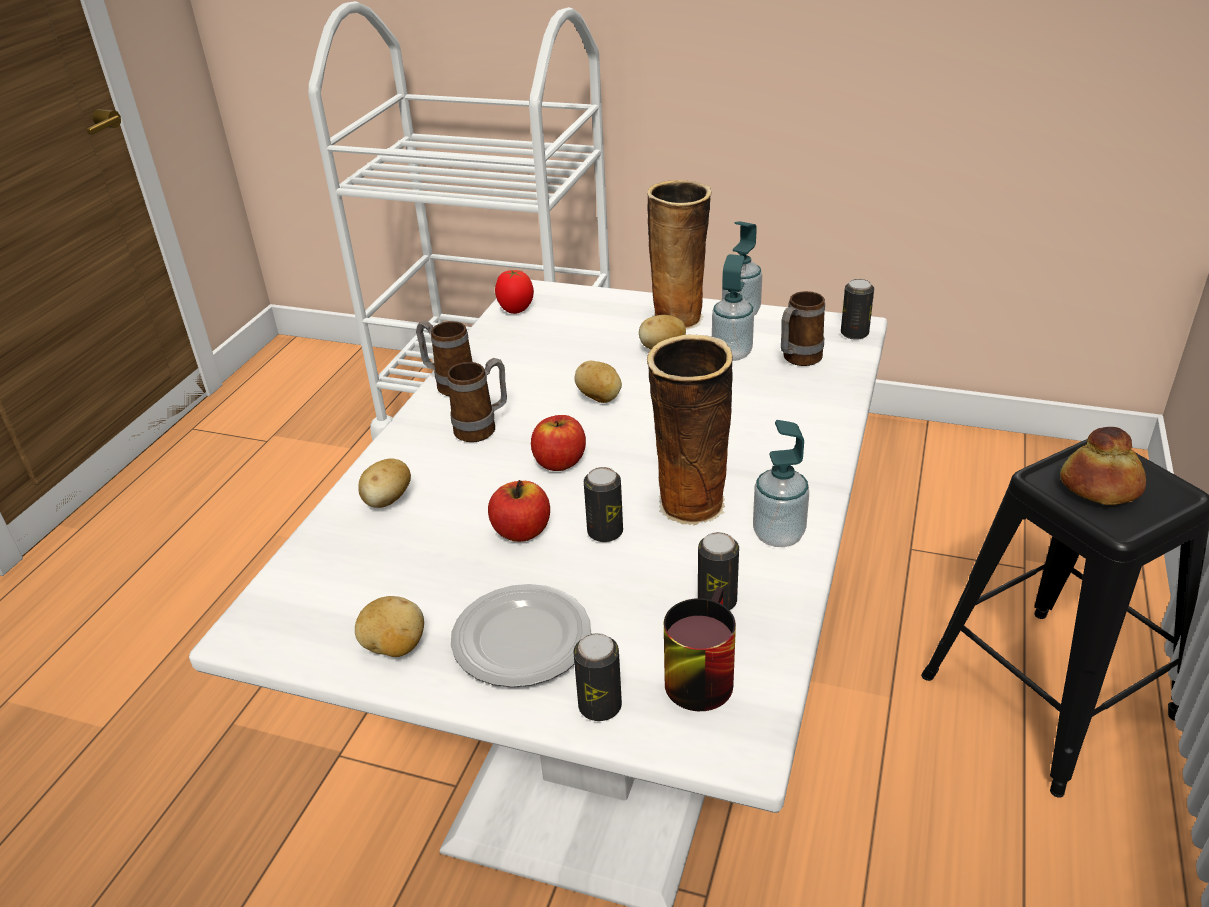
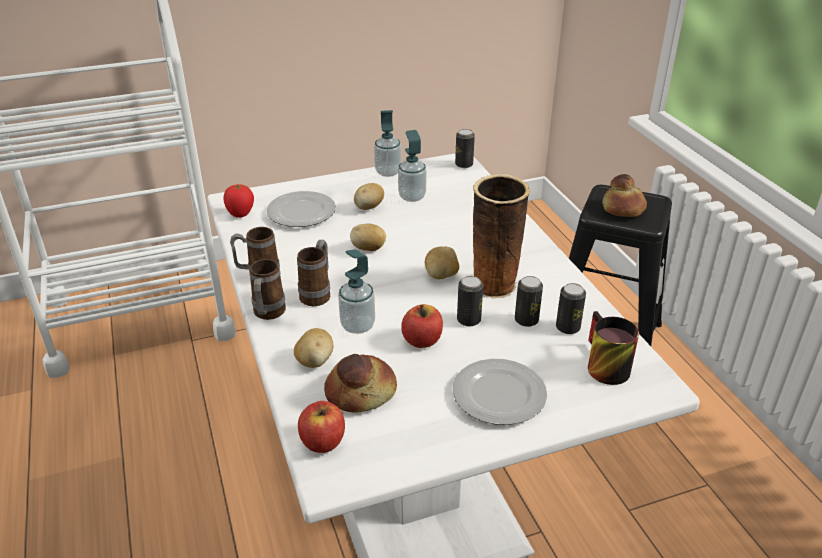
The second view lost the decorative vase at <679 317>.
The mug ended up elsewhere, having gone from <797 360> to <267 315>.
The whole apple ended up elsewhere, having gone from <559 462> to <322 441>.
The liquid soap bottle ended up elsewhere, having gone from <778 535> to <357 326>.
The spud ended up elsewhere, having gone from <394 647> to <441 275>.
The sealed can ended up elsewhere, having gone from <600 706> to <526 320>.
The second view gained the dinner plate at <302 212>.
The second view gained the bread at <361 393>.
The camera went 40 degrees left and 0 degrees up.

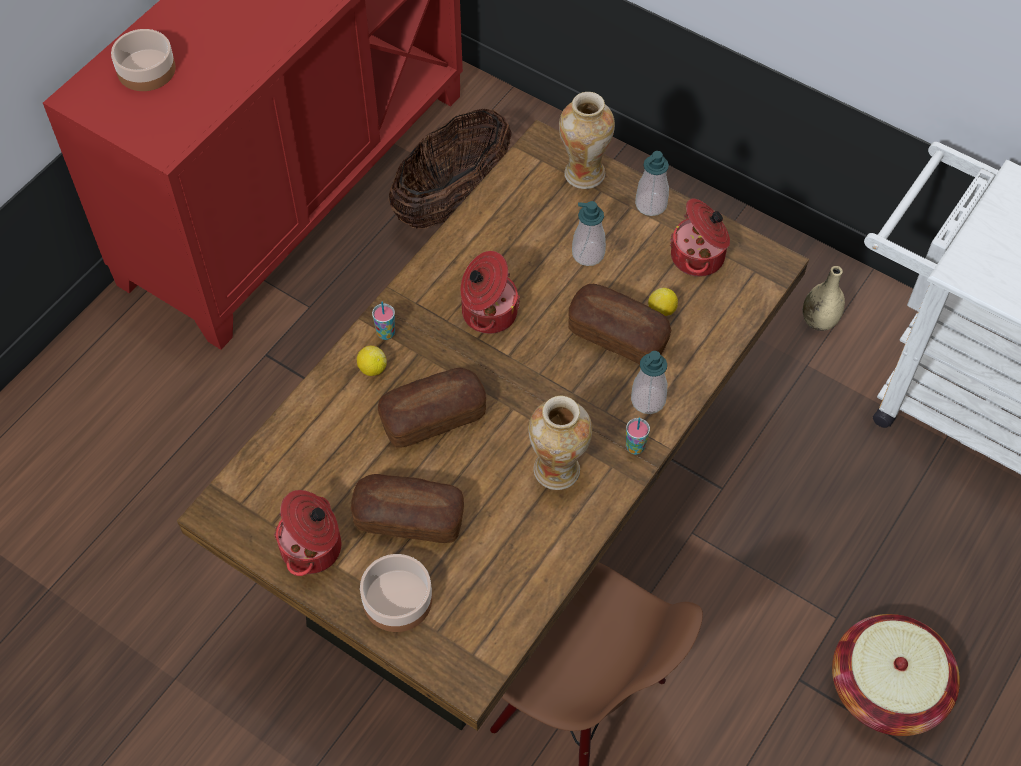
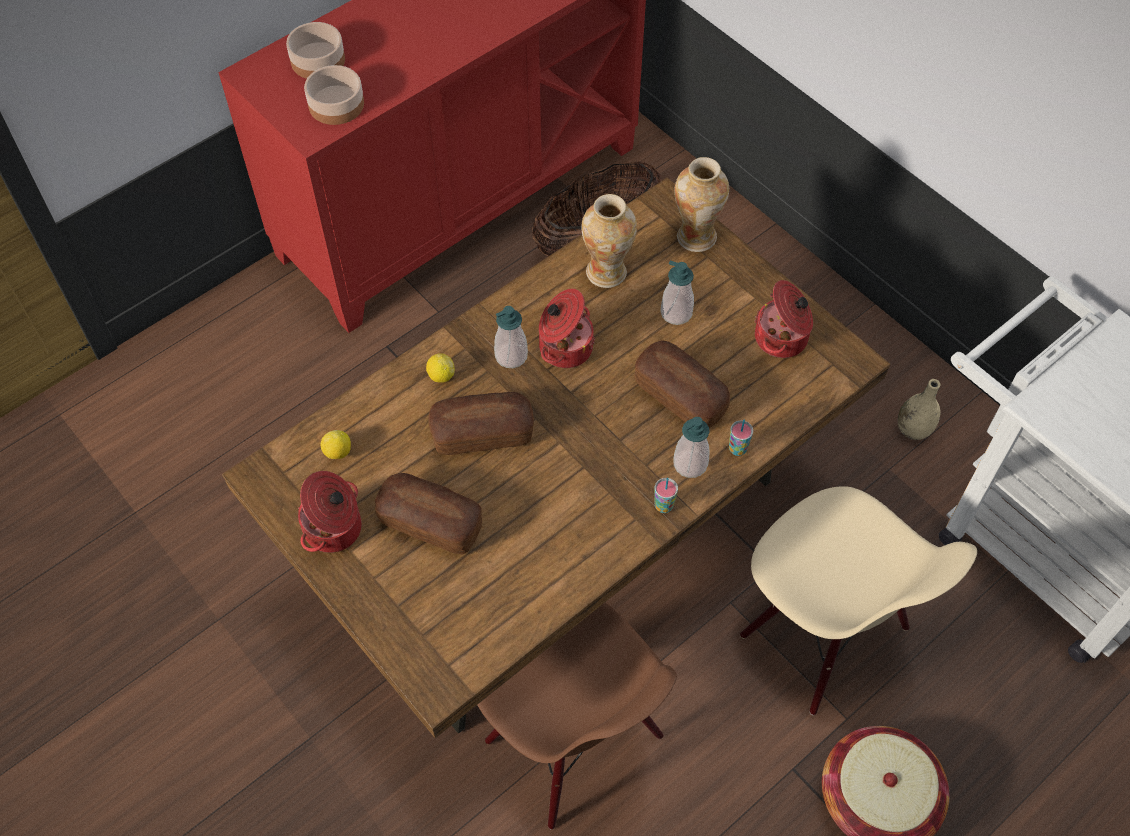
The liquid soap bottle ended up elsewhere, having gone from <651 204> to <511 356>.
The lemon ended up elsewhere, having gone from <661 311> to <338 452>.
The cup ended up elsewhere, having gone from <386 333> to <737 449>.
The decorative vase ended up elsewhere, having gone from <557 470> to <606 273>.
The bowl ended up elsewhere, having gone from <398 599> to <337 104>.
The second view gained the beige plain chair at <822 634>.
The camera went 15 degrees right and 0 degrees up.

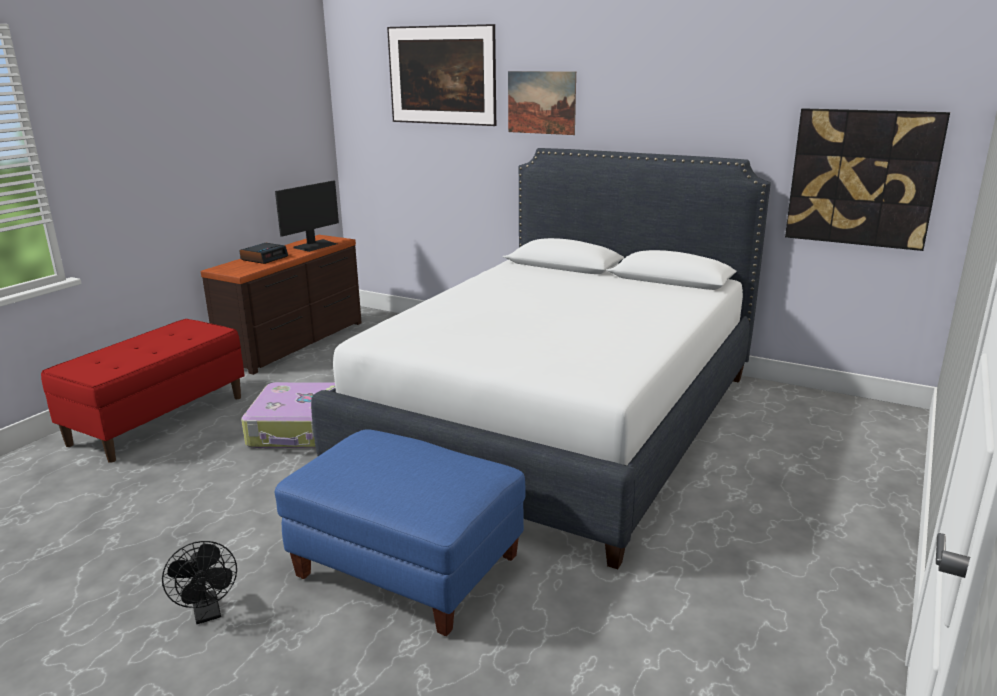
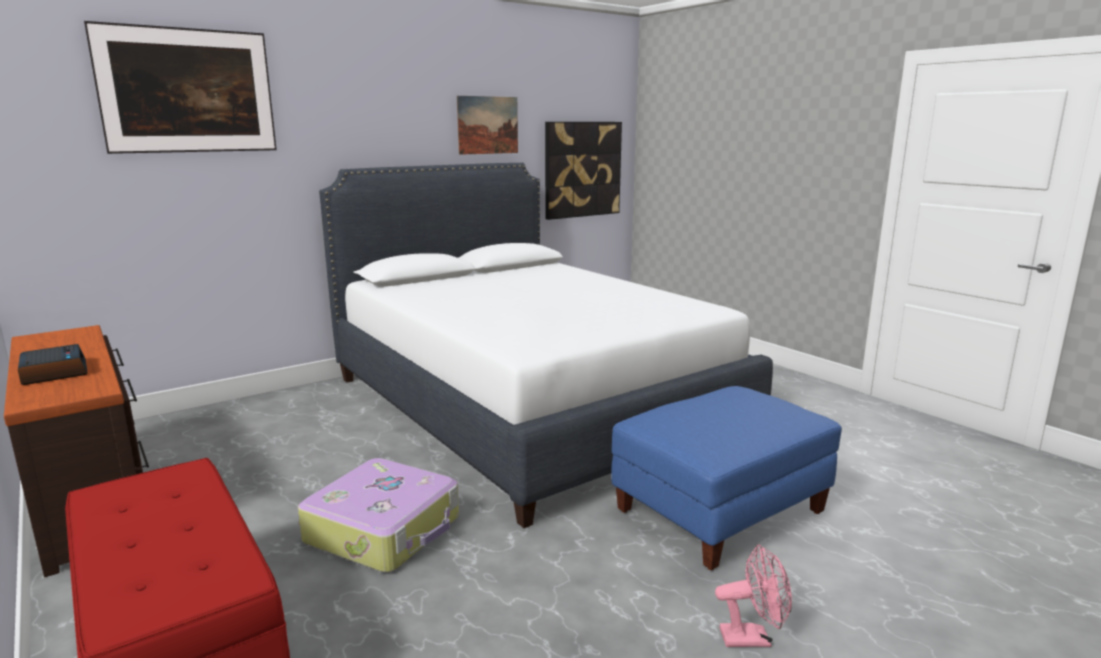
The wall art ended up elsewhere, having gone from <541 102> to <487 125>.
The second view lost the computer display at <315 245>.
What was the black cooling fan at <208 613> turned into the pink cooling fan at <753 638>.
The camera went 65 degrees left and 5 degrees down.

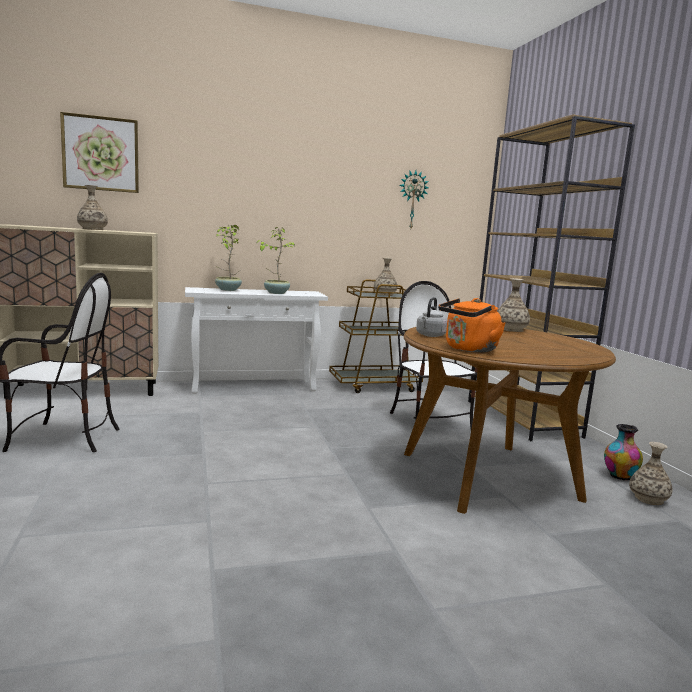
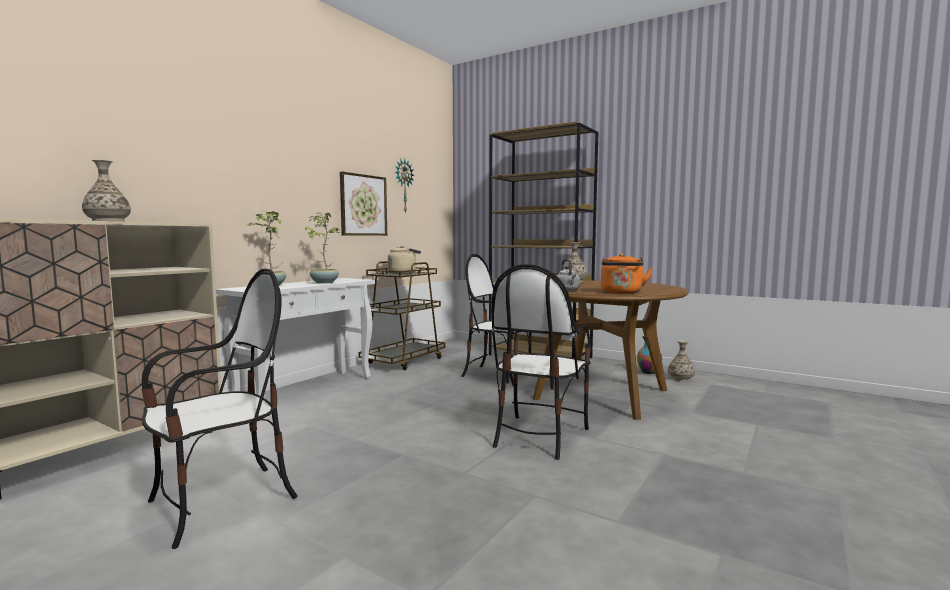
The wall art ended up elsewhere, having gone from <101 154> to <363 205>.
Where the decorative vase stood at <385 294>, the beige tea kettle came to stand at <404 273>.
The second view gained the plain chair at <538 436>.
The camera went 40 degrees left and 5 degrees down.

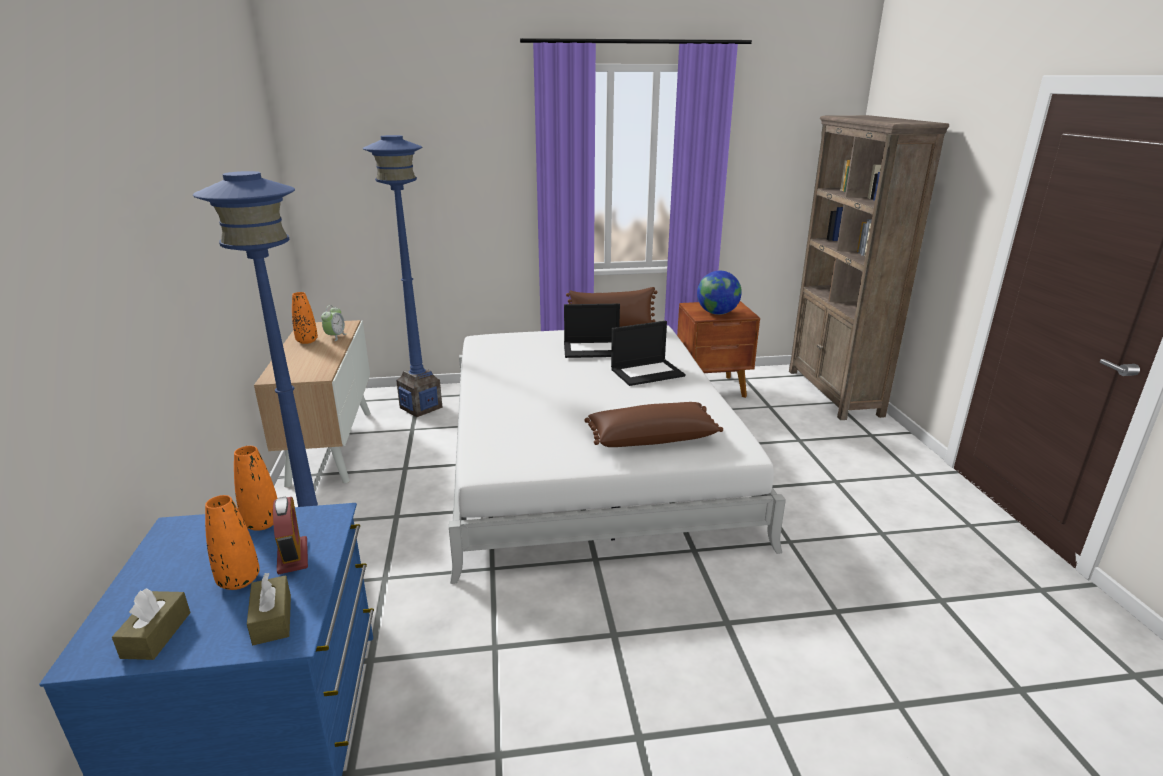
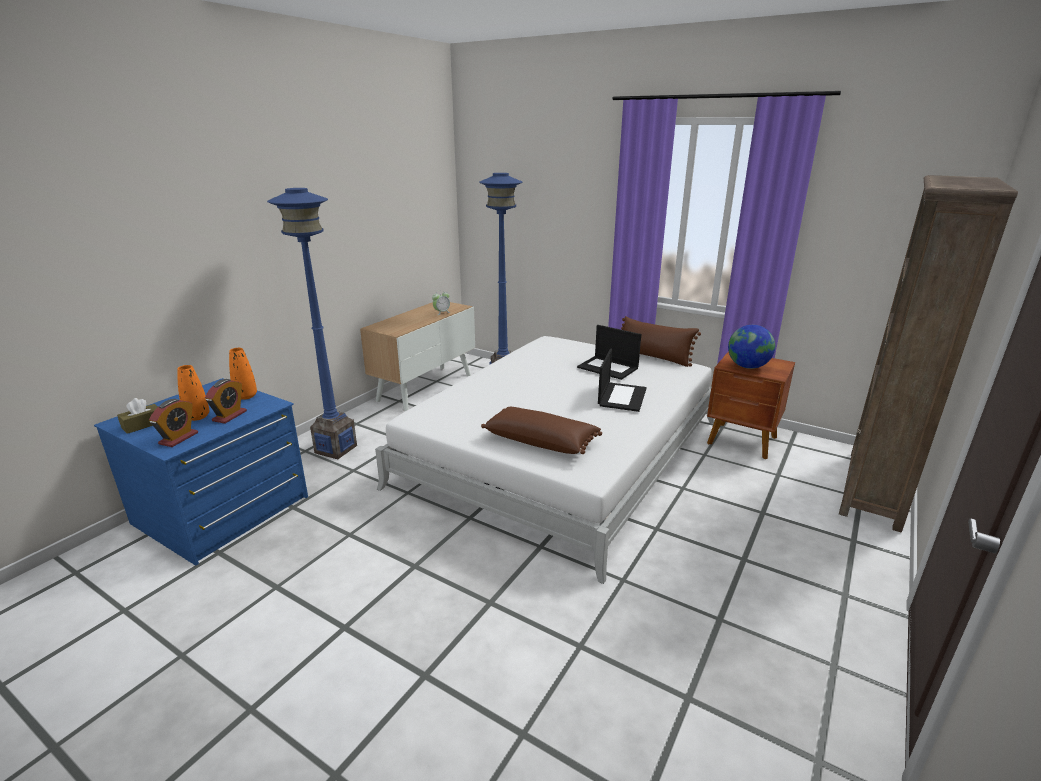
The second view lost the orange-coloured decorative vase at <307 341>.
The notebook computer at <647 372> ended up facing another way, 90 degrees counterclockwise from before.
Where the brown tissue holder stood at <272 619>, the bedside clock came to stand at <179 438>.
The camera went 40 degrees right and 0 degrees up.

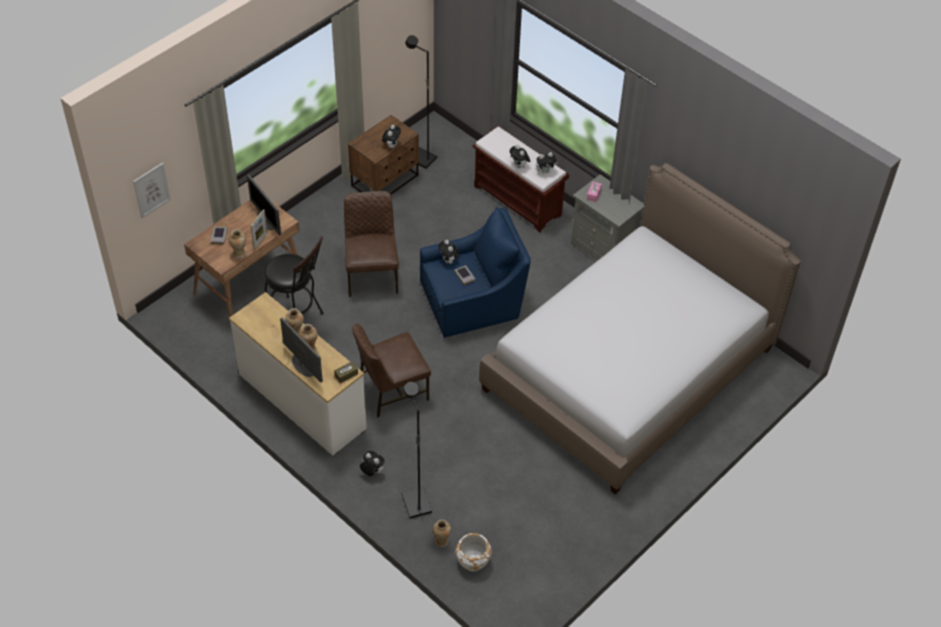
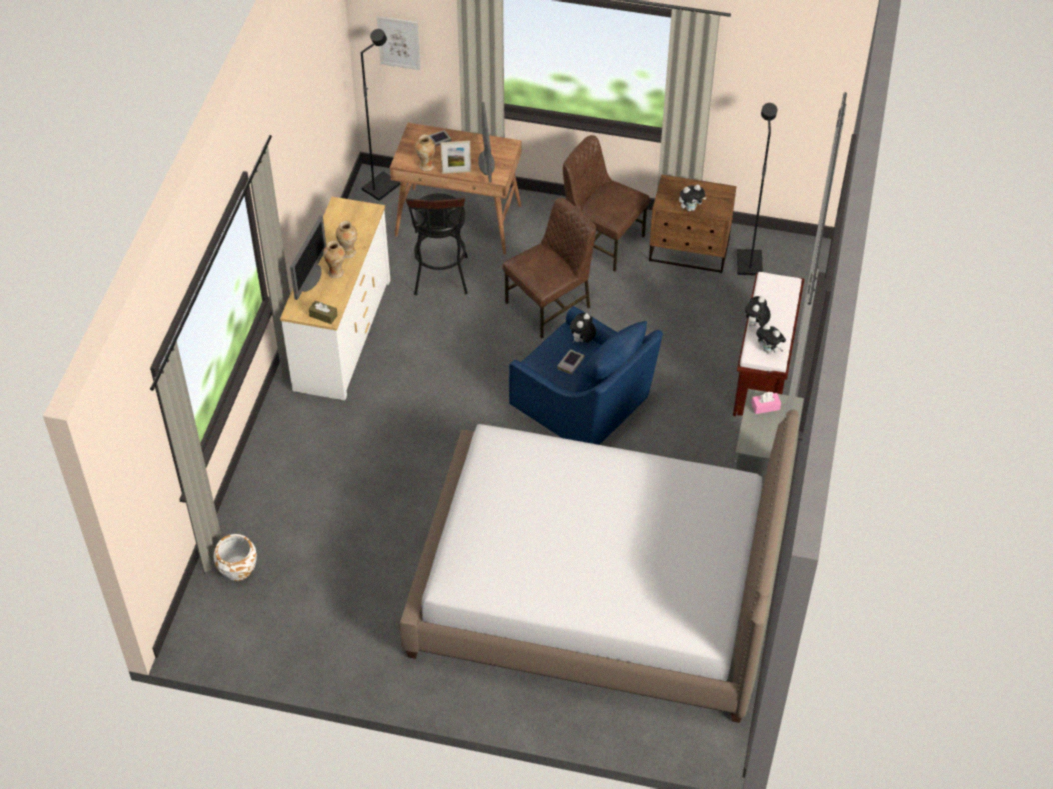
The computer display at <266 221> ended up facing another way, 150 degrees clockwise from before.
The brown plain chair ended up elsewhere, having gone from <392 391> to <602 240>.
The black floor lamp ended up elsewhere, having gone from <415 503> to <380 187>.
The second view lost the cuddly toy at <372 472>.
The second view lost the decorative vase at <441 542>.
The camera went 60 degrees right and 0 degrees up.

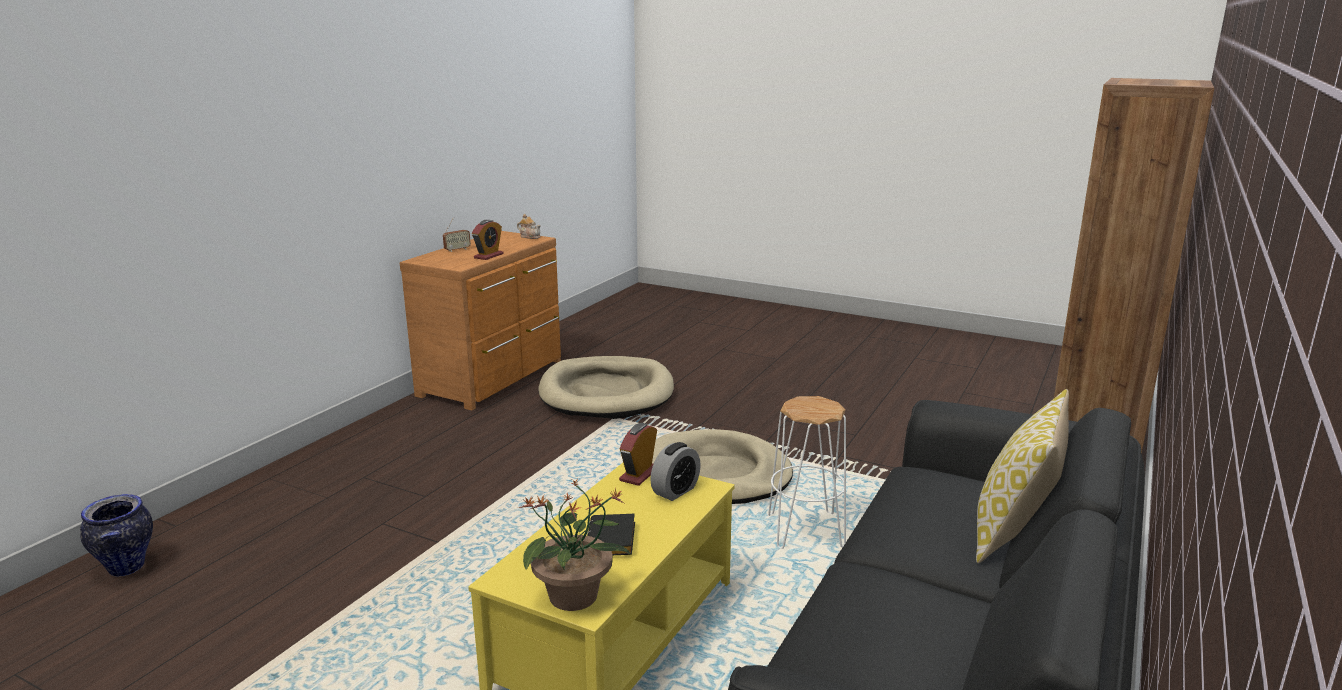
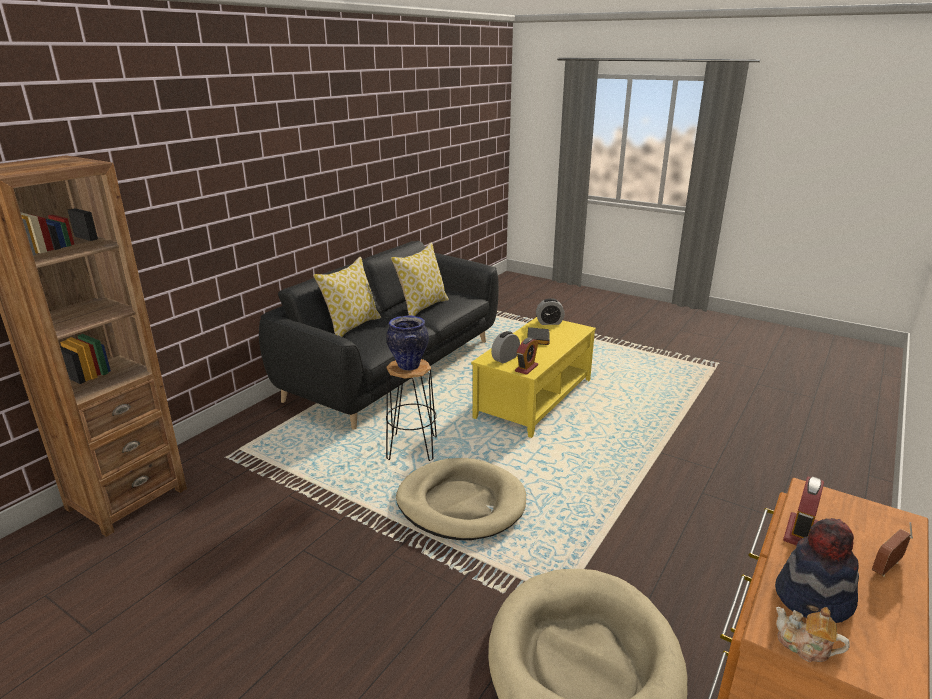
What was the white-coloured sitting stool at <805 531> turned into the black sitting stool at <412 448>.
Where the plant in a pot stood at <575 596>, the bedside clock came to stand at <549 322>.
The decorative vase ended up elsewhere, having gone from <126 568> to <408 365>.
The second view gained the cushion at <422 307>.
The second view gained the hat at <814 599>.
The camera went 175 degrees left and 5 degrees up.

